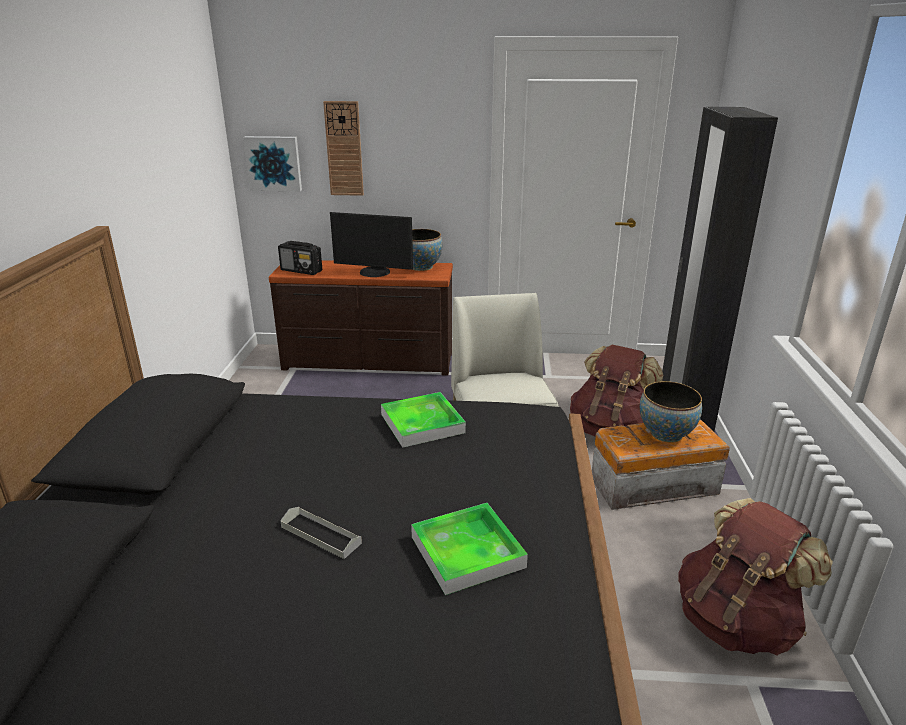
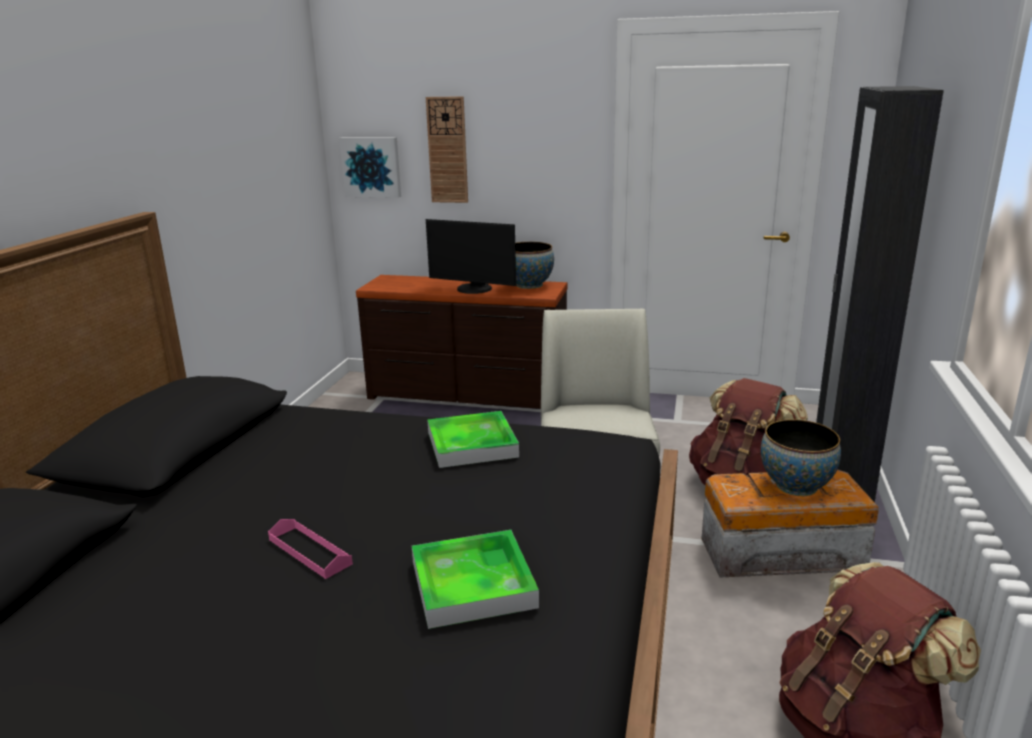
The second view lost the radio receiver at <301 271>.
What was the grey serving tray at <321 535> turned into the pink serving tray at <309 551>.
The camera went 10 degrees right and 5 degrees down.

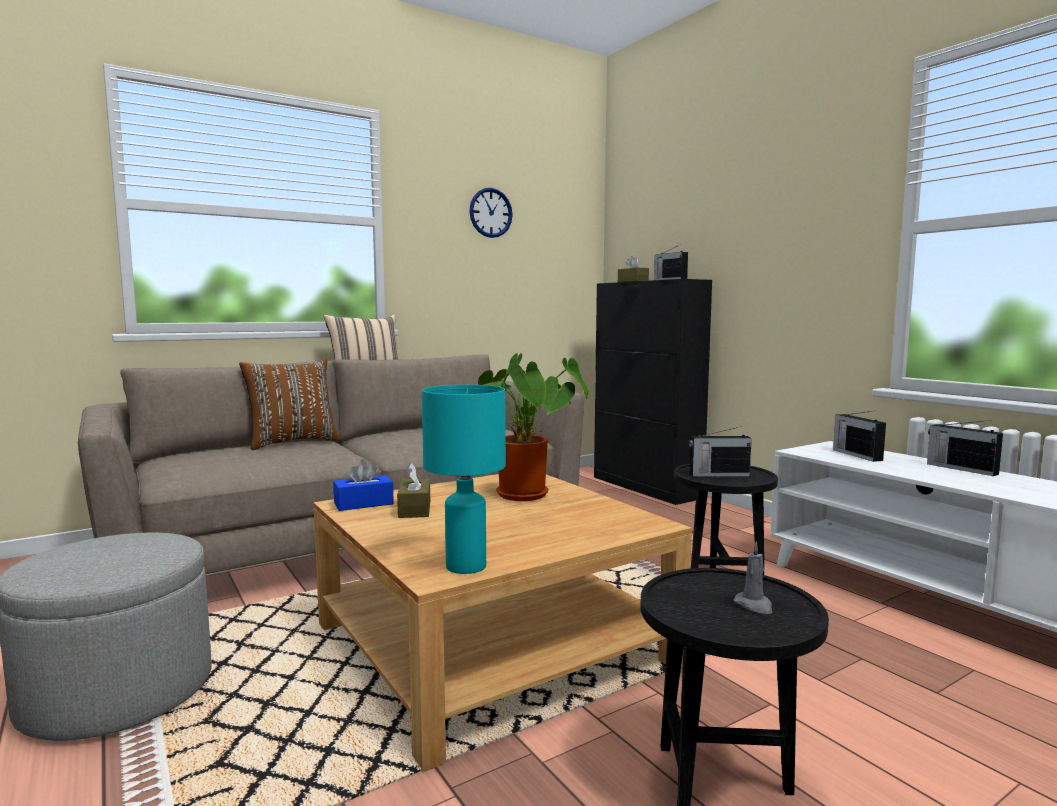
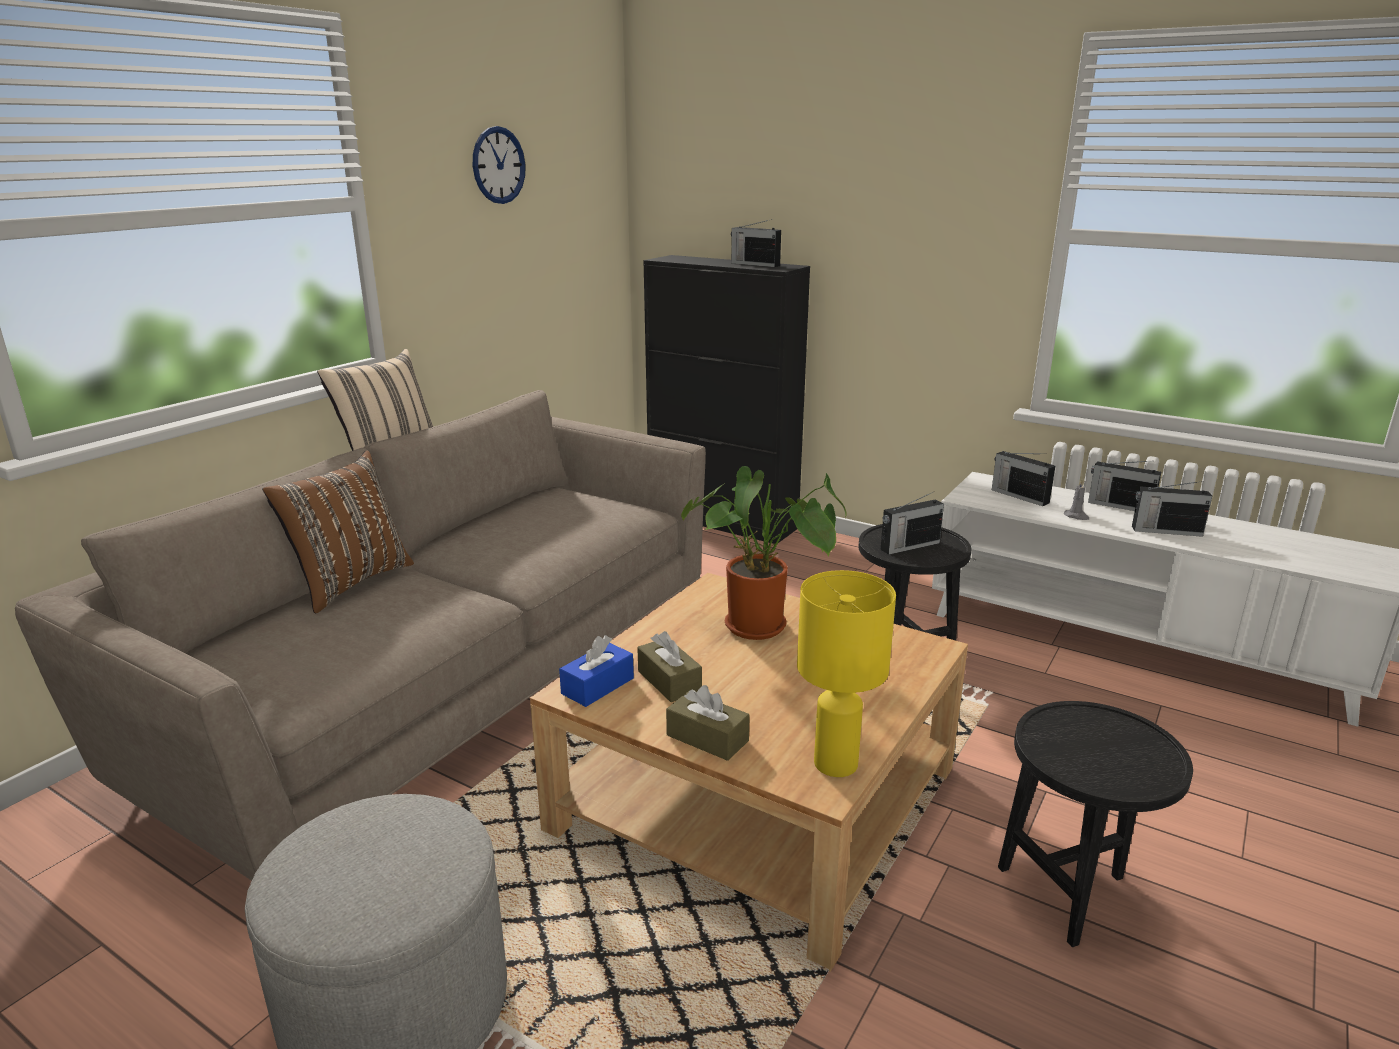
The brown tissue holder ended up elsewhere, having gone from <632 281> to <707 738>.
What was the turquoise-coloured tabletop lamp at <467 566> turned into the yellowish tabletop lamp at <837 764>.
The grey wax light ended up elsewhere, having gone from <754 606> to <1076 516>.
The second view gained the radio receiver at <1165 531>.
The camera went 25 degrees left and 15 degrees up.

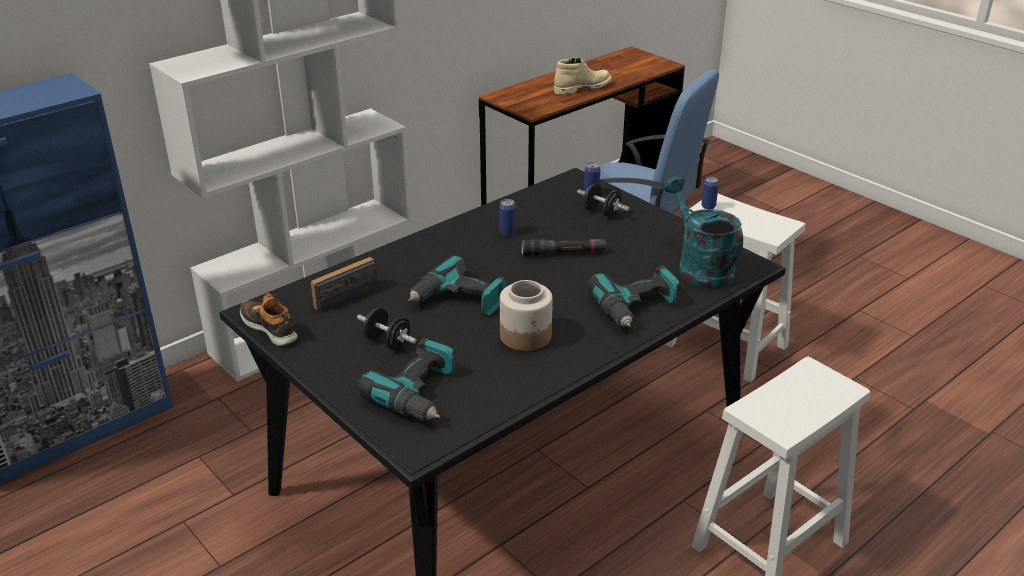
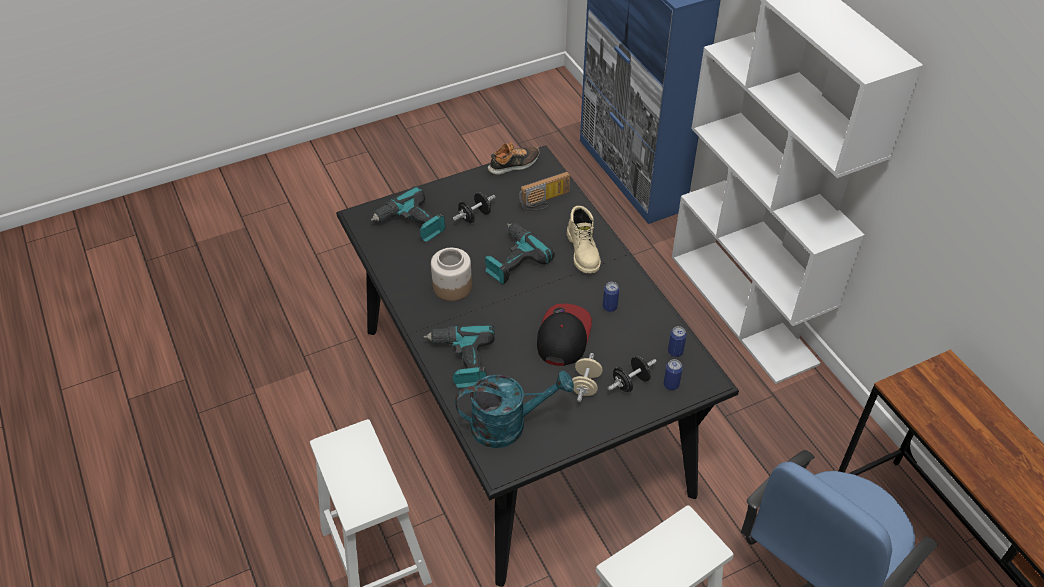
The beige high-top boot ended up elsewhere, having gone from <582 88> to <583 252>.
The sealed can ended up elsewhere, having gone from <708 206> to <675 352>.
Where the black torch stood at <563 253>, the cap came to stand at <563 336>.
The radio receiver at <344 293> ended up facing another way, 90 degrees clockwise from before.
The second view gained the beige hand weight at <585 385>.
The camera went 105 degrees right and 15 degrees up.

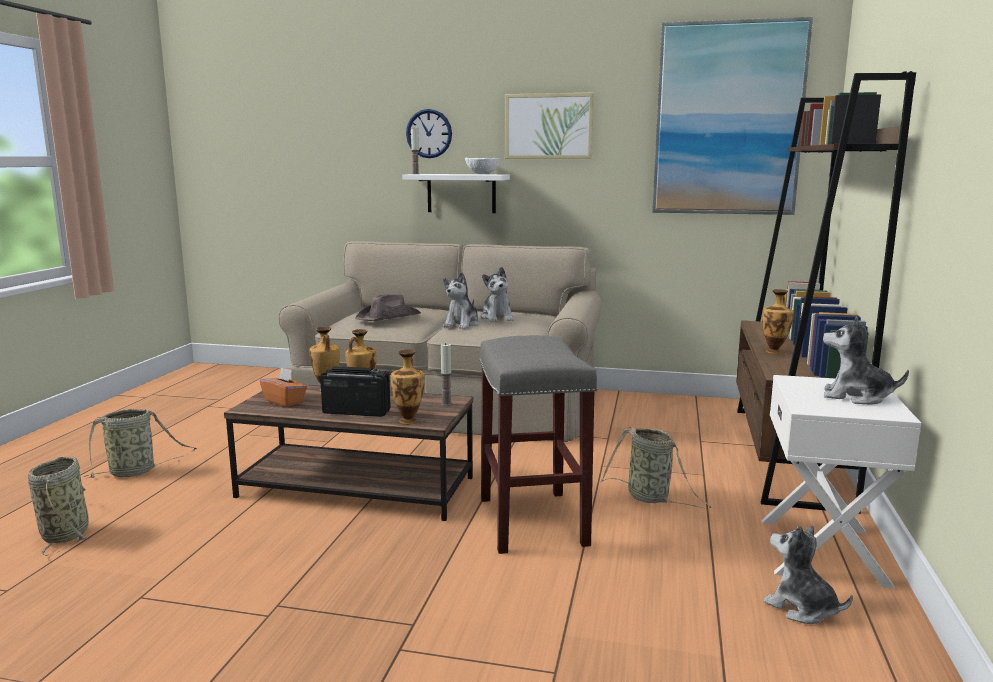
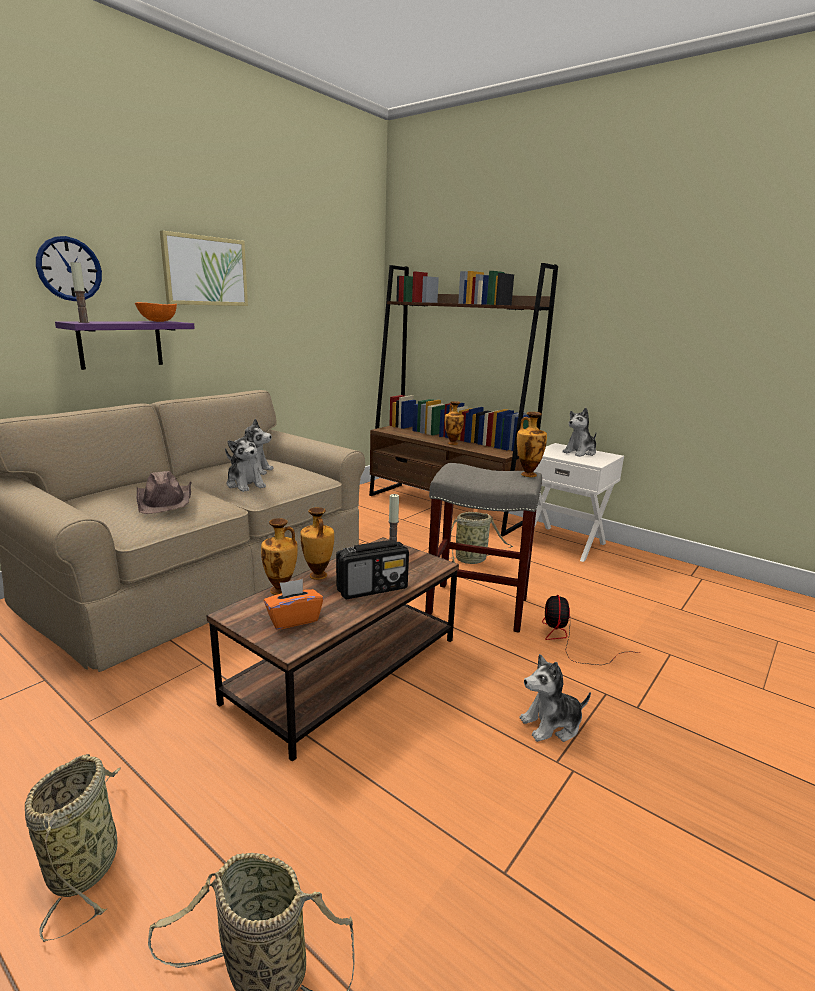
The second view lost the wall art at <728 119>.
What was the white-coloured bowl at <482 174> turned into the orange-coloured bowl at <157 321>.
What was the white-coloured shelf at <461 193> turned into the purple shelf at <121 344>.
The decorative vase ended up elsewhere, having gone from <409 421> to <527 474>.
The radio receiver at <356 412> ended up facing another way, 150 degrees counterclockwise from before.
The cuddly toy ended up elsewhere, having gone from <801 608> to <552 725>.
The second view gained the cooling fan at <569 641>.
The camera went 65 degrees left and 5 degrees up.

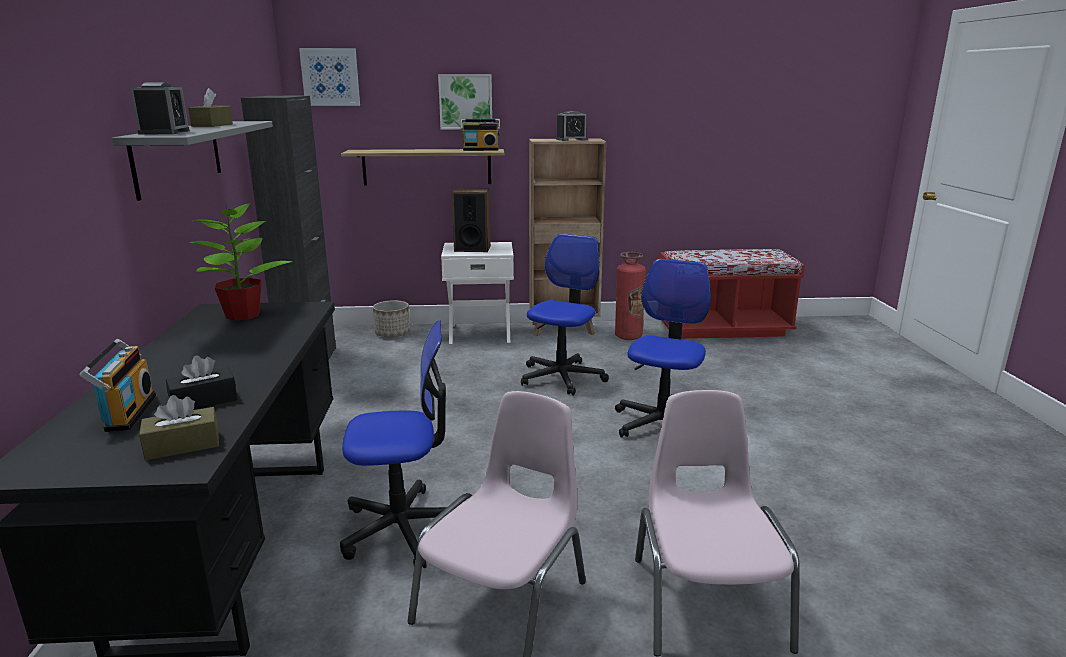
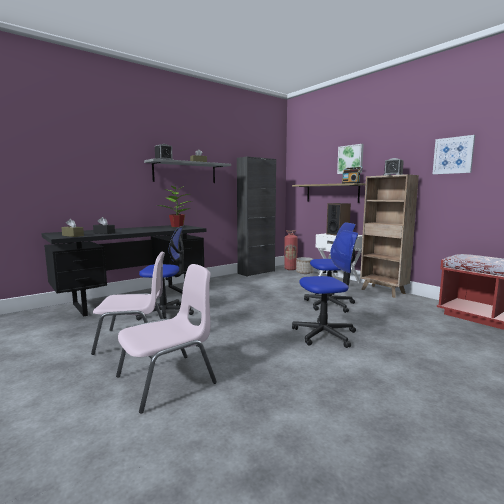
The wall art ended up elsewhere, having gone from <330 77> to <453 155>.
The fire-fighting cylinder ended up elsewhere, having gone from <628 336> to <290 269>.
The desk chair at <403 528> ended up facing another way, 45 degrees counterclockwise from before.
The second view lost the radio receiver at <127 413>.
The camera went 55 degrees right and 10 degrees down.

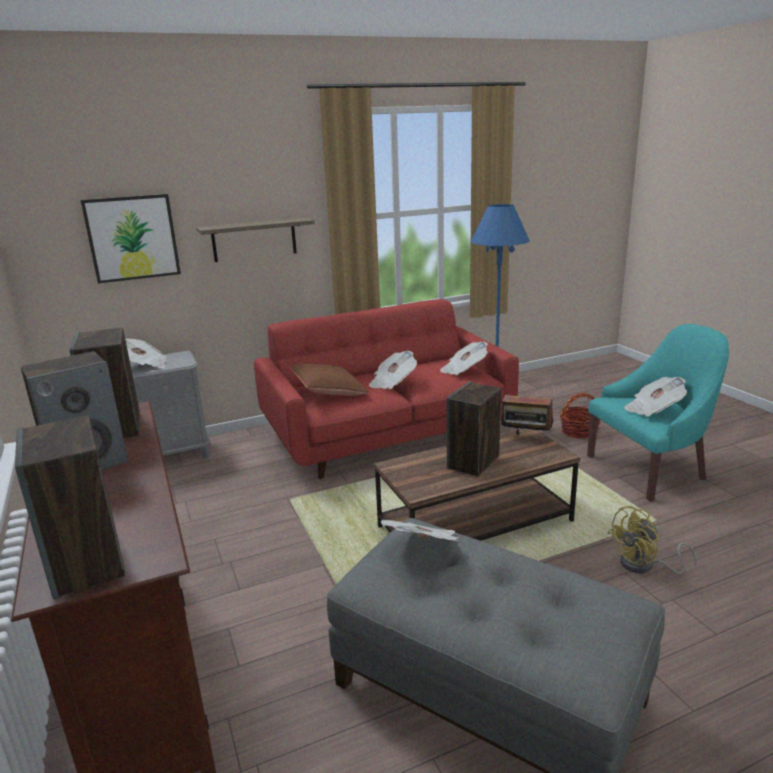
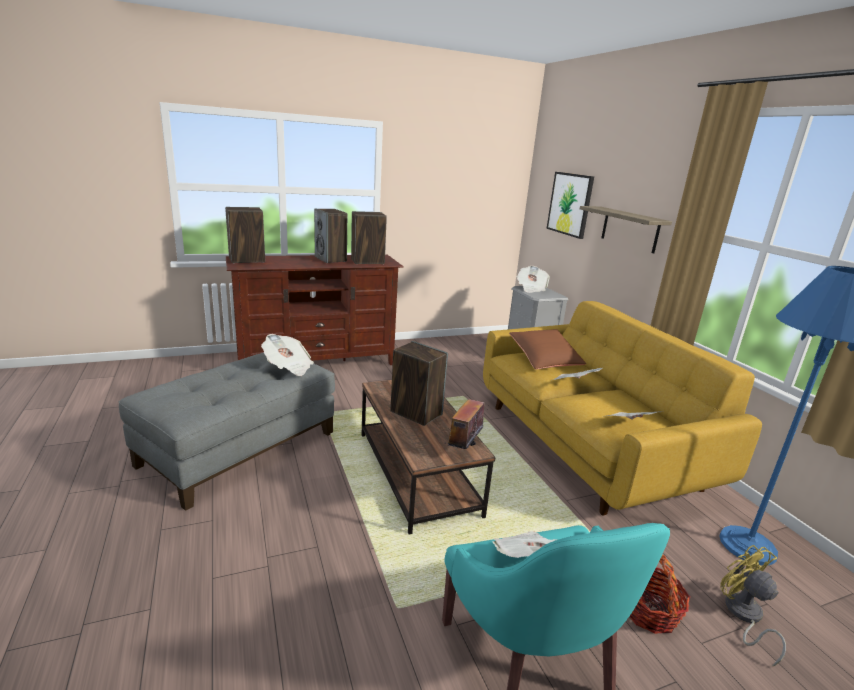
What was the red-coloured settee at <387 434> turned into the yellowish settee at <587 445>.
The yellowish cooling fan ended up elsewhere, having gone from <644 566> to <743 616>.
The camera went 90 degrees right and 0 degrees up.

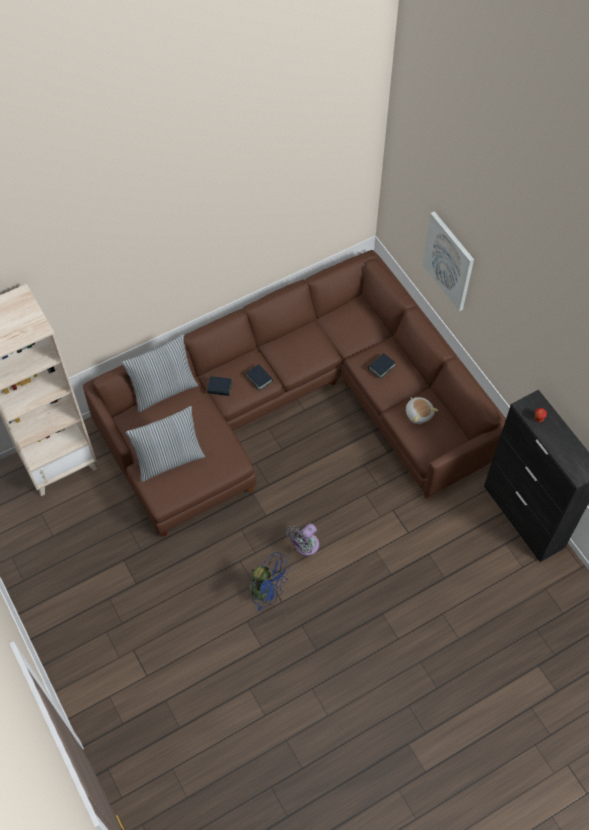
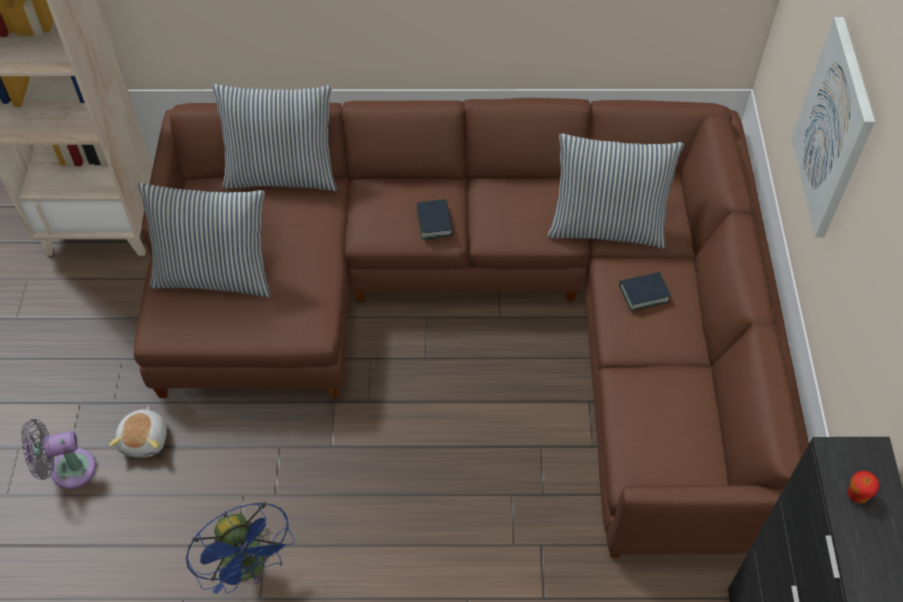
The second view lost the volume at <219 388>.
The cuddly toy ended up elsewhere, having gone from <419 413> to <145 439>.
The grey cooling fan ended up elsewhere, having gone from <304 546> to <68 470>.
The second view gained the cushion at <607 227>.
The camera went 30 degrees right and 5 degrees down.

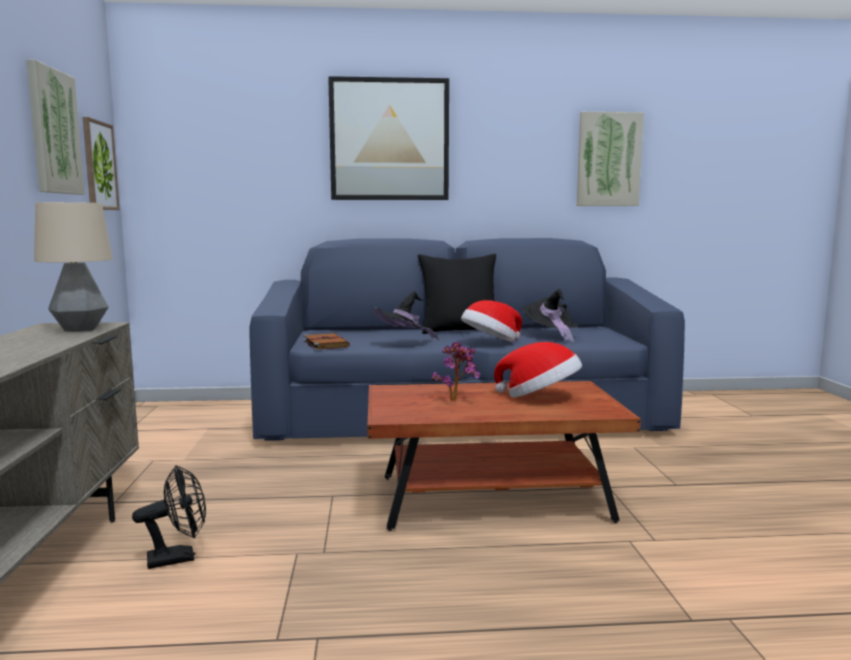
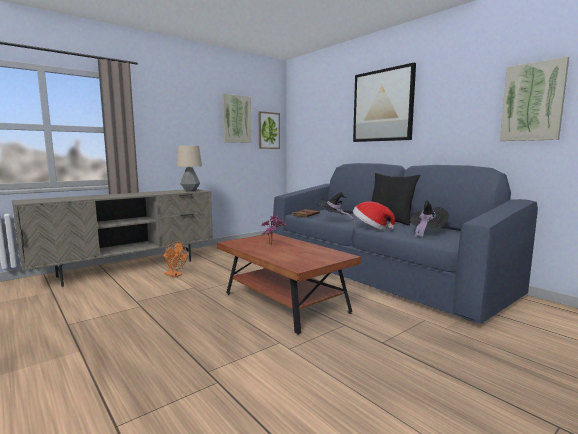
The second view lost the hat at <540 397>.
What was the black cooling fan at <179 557> turned into the orange-coloured cooling fan at <175 275>.
The camera went 55 degrees right and 0 degrees up.

